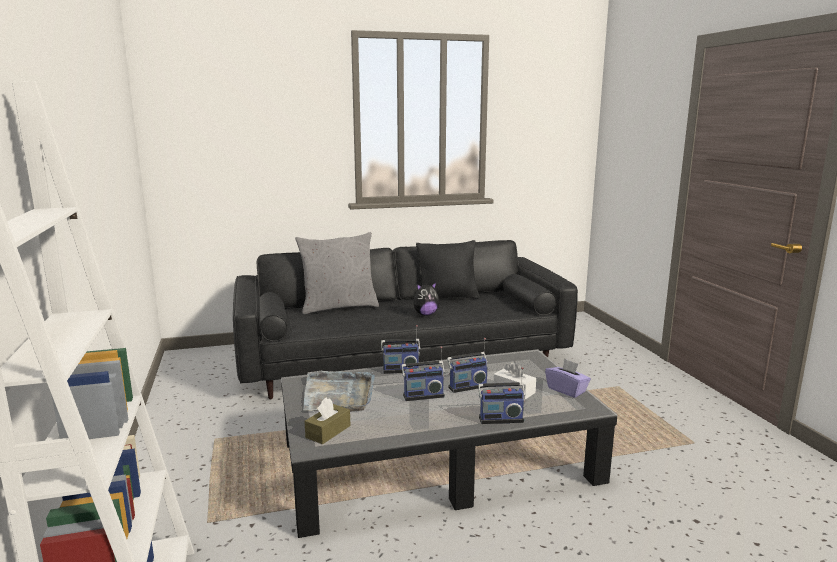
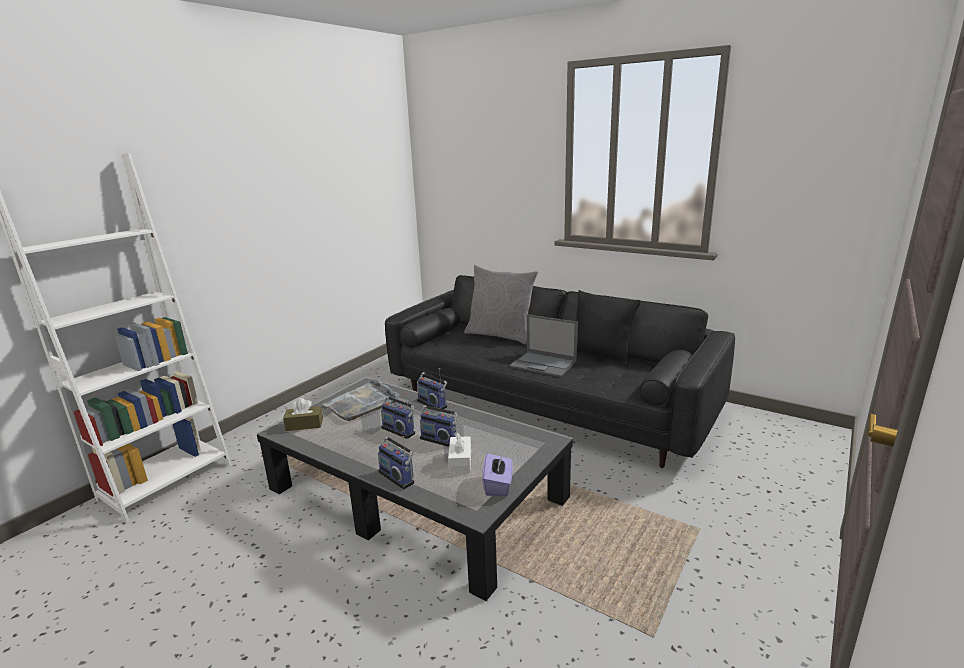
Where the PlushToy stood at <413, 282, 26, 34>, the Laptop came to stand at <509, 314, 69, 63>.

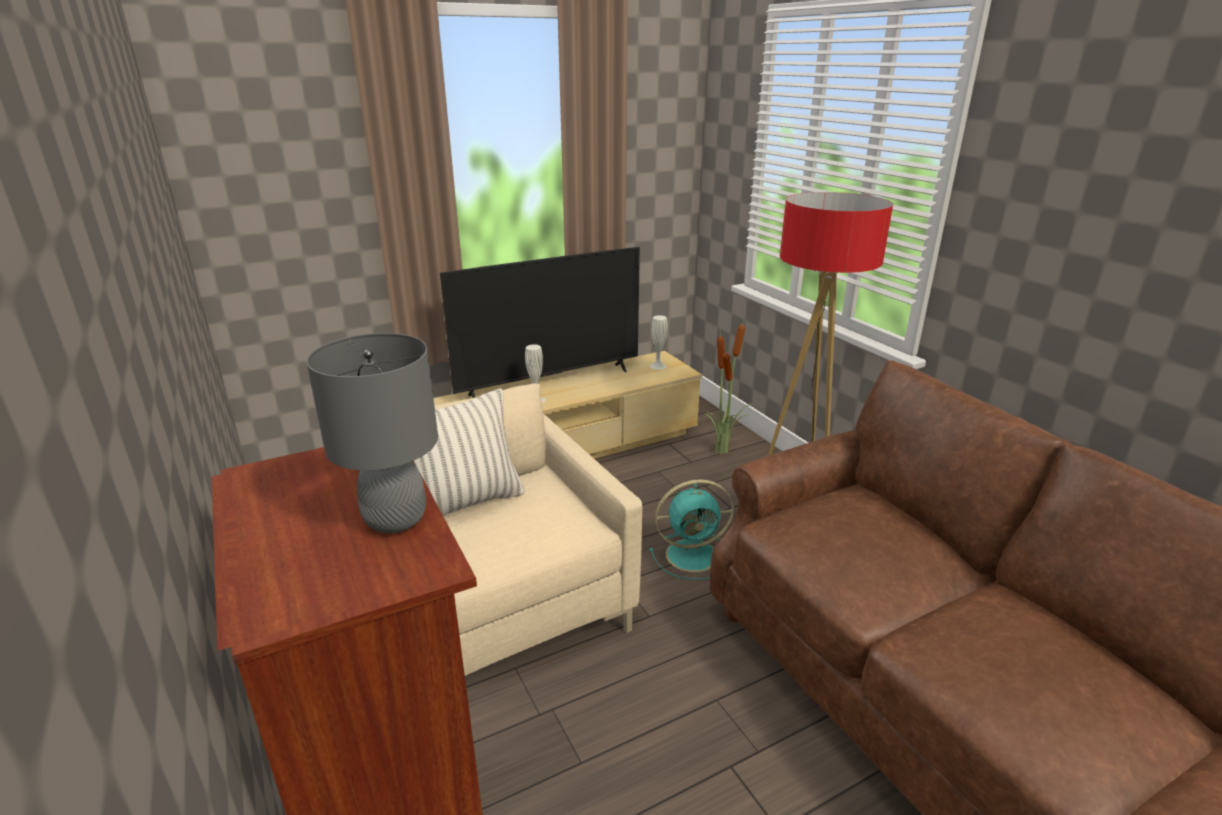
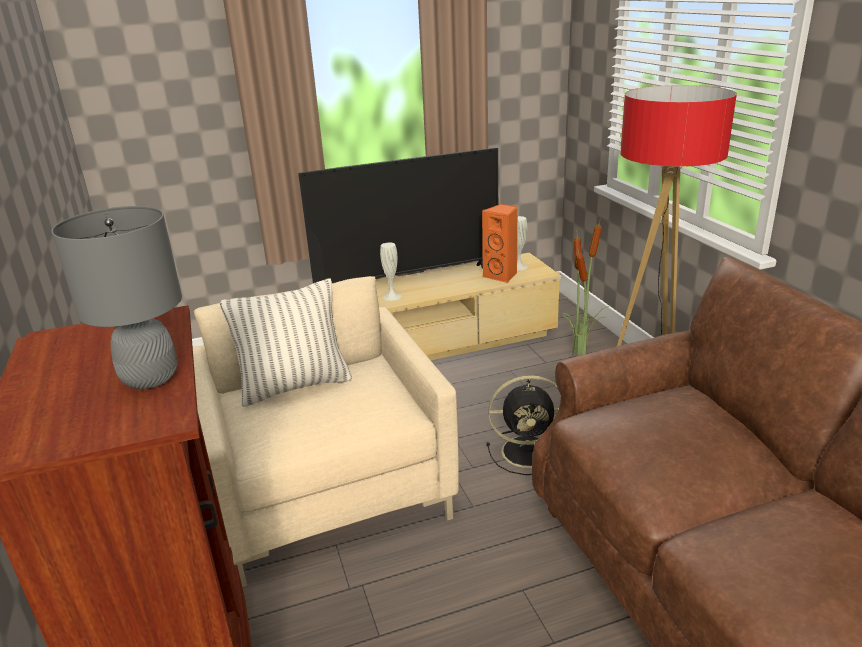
The second view gained the OrangeSpeaker at <482, 204, 36, 79>.
What was the TurquoiseFan at <650, 479, 84, 101> turned into the BlackFan at <486, 375, 73, 100>.

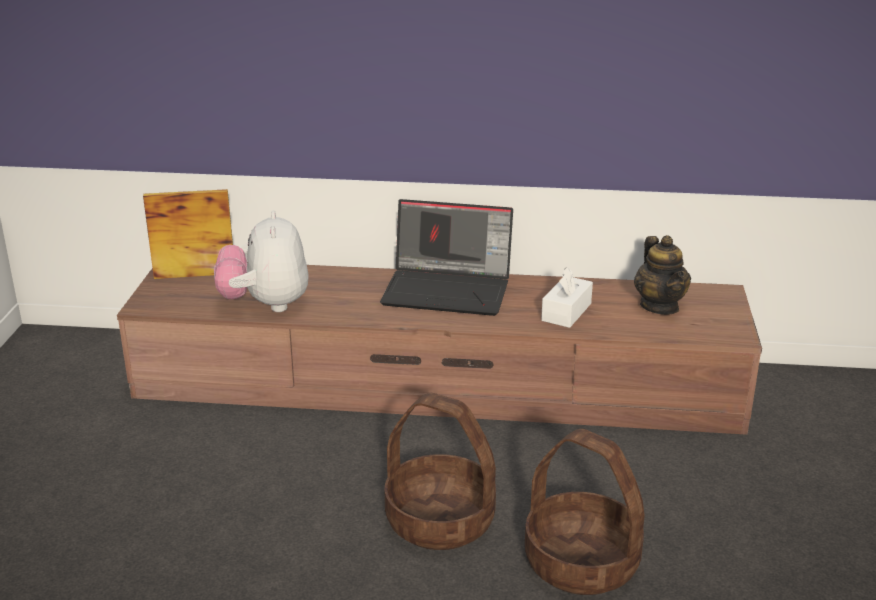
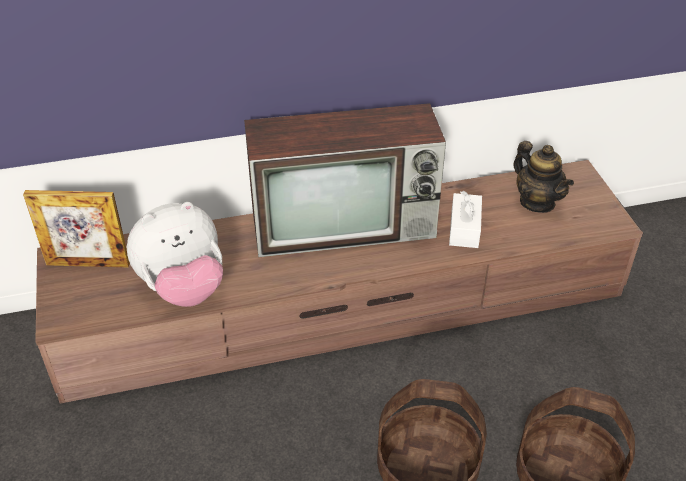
Where the Laptop stood at <380, 199, 133, 117>, the Television came to stand at <244, 103, 202, 154>.
The PictureFrame at <143, 189, 90, 90> ended up facing another way, 150 degrees counterclockwise from before.
The PlushToy at <214, 211, 95, 101> ended up facing another way, 90 degrees counterclockwise from before.

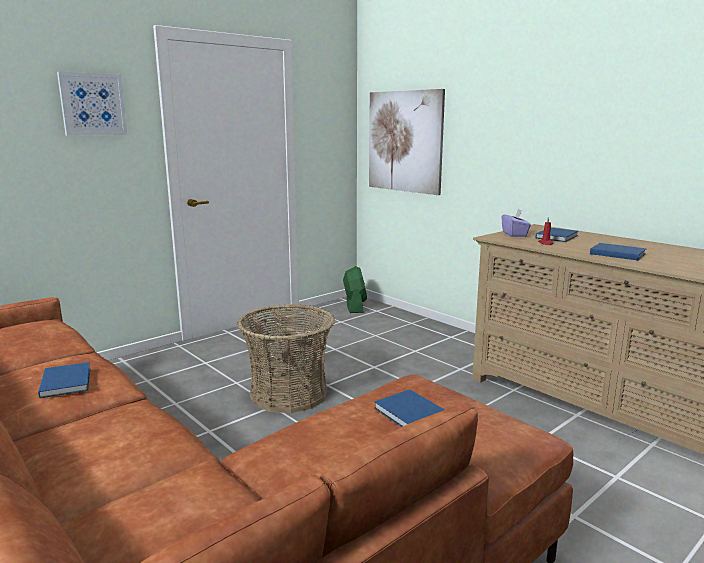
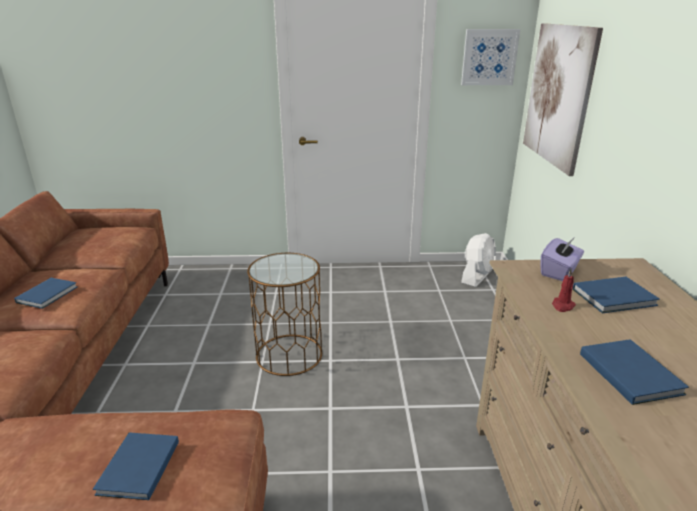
The Picture ended up elsewhere, having gone from <57, 71, 70, 65> to <461, 29, 59, 56>.
Where the Basket stood at <237, 304, 98, 109>, the BrownSideTable came to stand at <247, 253, 75, 123>.
What was the GreenFan at <343, 266, 24, 47> turned into the WhiteFan at <461, 233, 35, 54>.

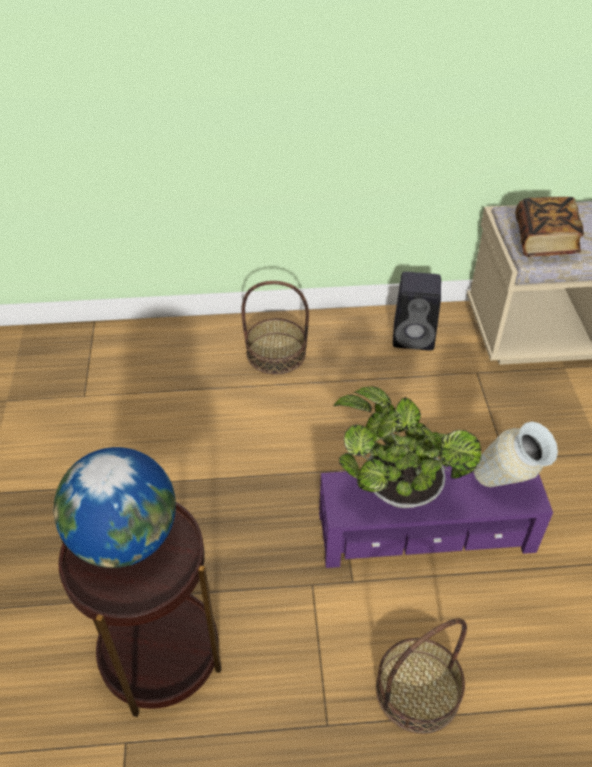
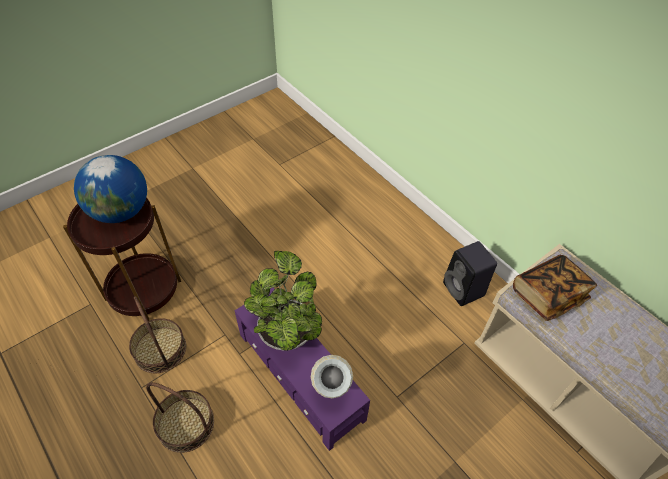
The Basket ended up elsewhere, having gone from <241, 281, 68, 94> to <129, 296, 57, 77>.

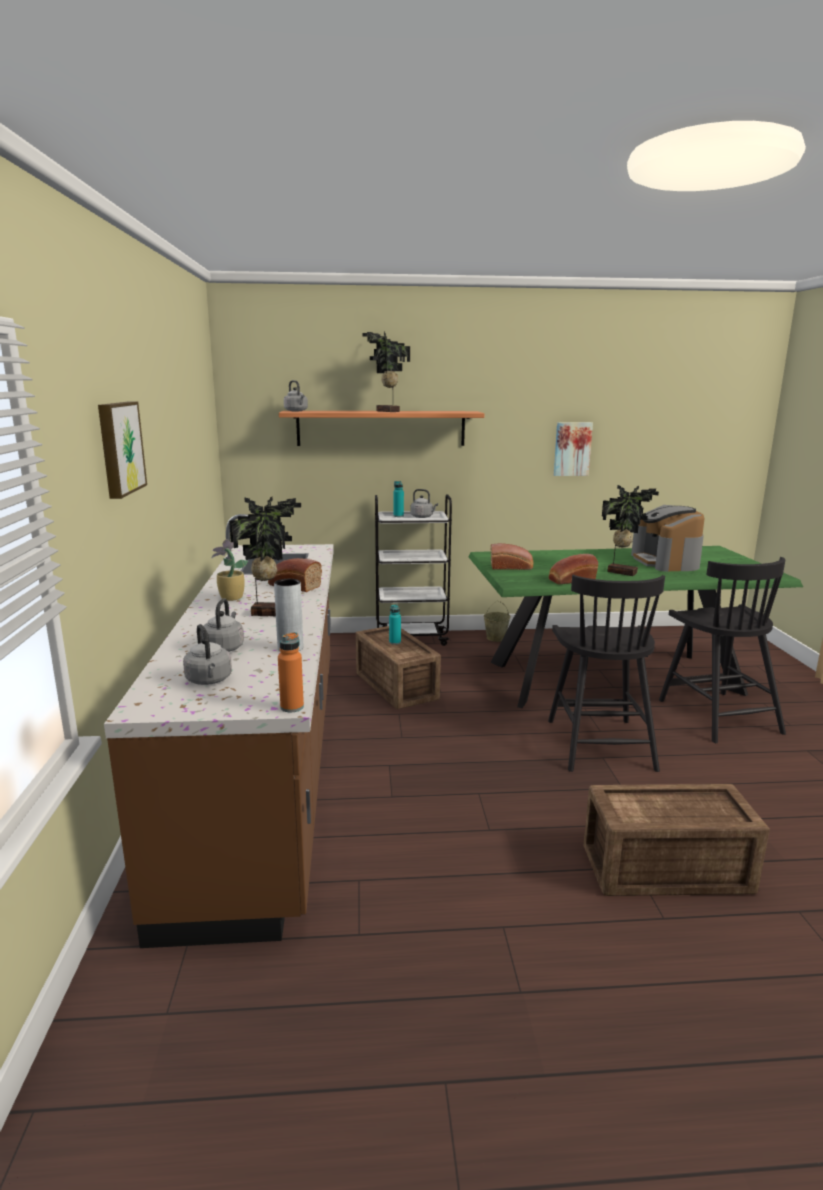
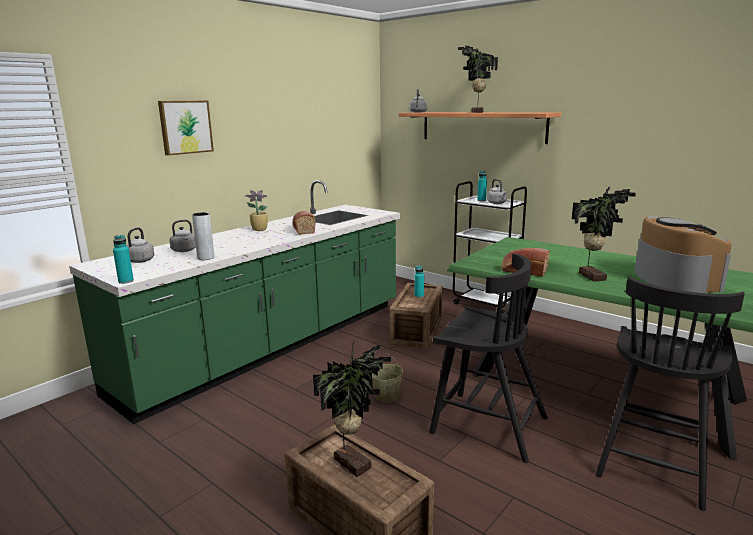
The second view lost the Bread at <491, 543, 42, 27>.
The second view lost the Picture at <554, 422, 39, 54>.
The PottedPlant ended up elsewhere, having gone from <229, 496, 72, 121> to <313, 340, 78, 137>.
The BeigeBucket ended up elsewhere, having gone from <484, 601, 27, 41> to <372, 353, 31, 50>.
What was the BrownCounter at <104, 514, 230, 434> turned into the GreenCounter at <69, 180, 331, 244>.
What was the OrangeBottle at <278, 632, 26, 80> turned into the TurquoiseBottle at <113, 235, 21, 49>.
The BlackChair at <548, 574, 117, 198> ended up facing another way, 105 degrees counterclockwise from before.
The CoffeeMachine at <631, 505, 74, 67> ended up facing another way, 135 degrees clockwise from before.

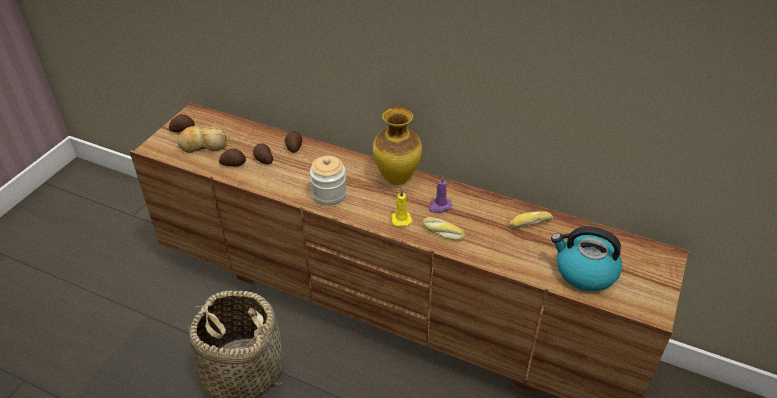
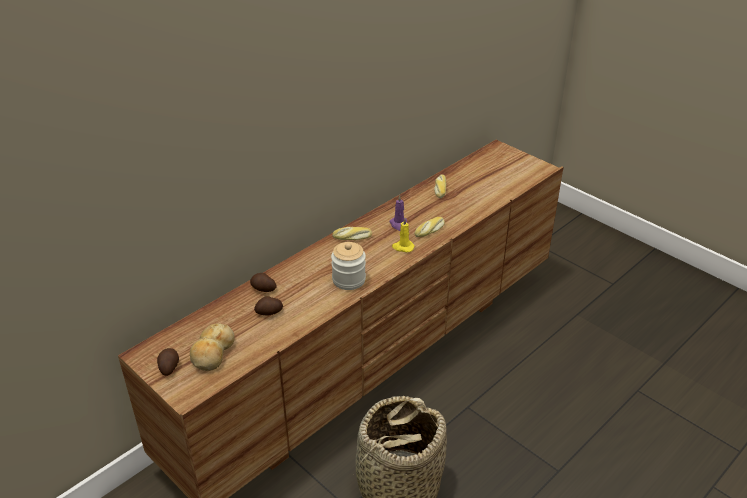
The second view lost the Potato at <219, 148, 27, 19>.
The second view lost the Kettle at <551, 226, 71, 65>.
Where the Vase stood at <373, 107, 49, 78>, the Bread came to stand at <332, 227, 40, 13>.

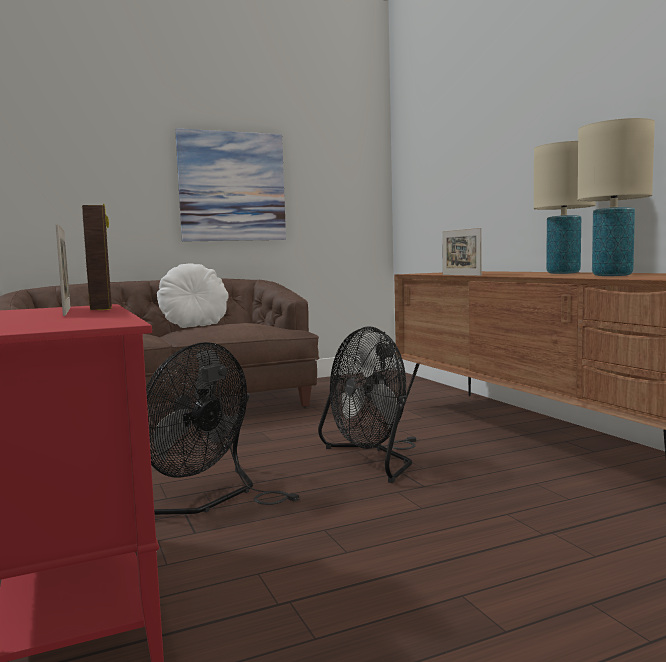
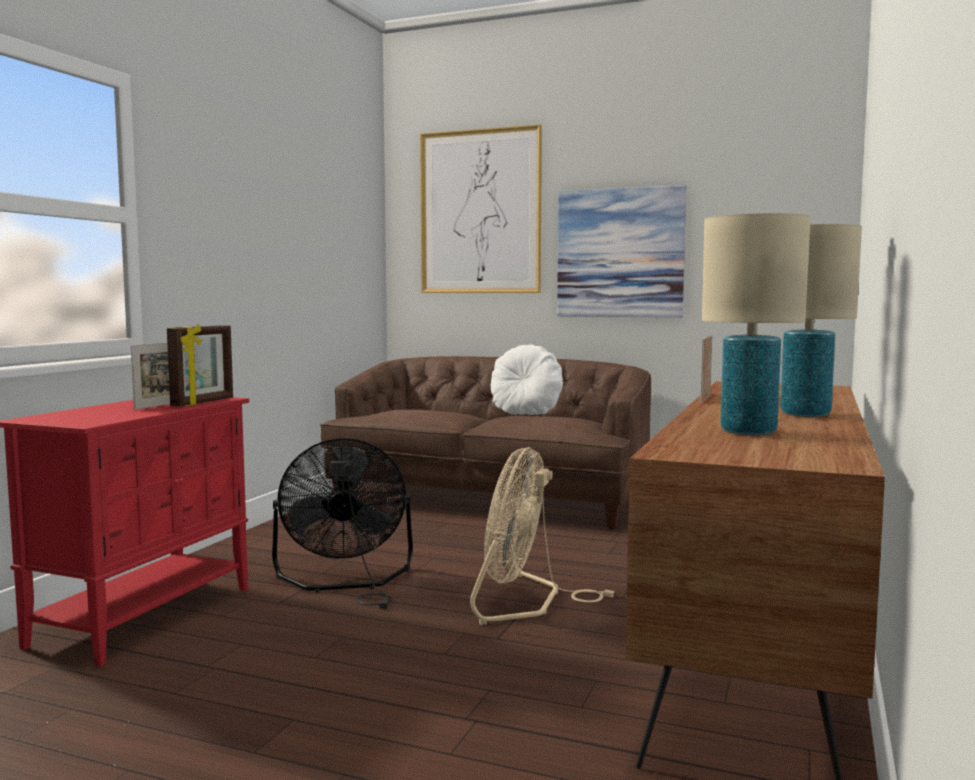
The second view gained the Picture at <420, 124, 122, 169>.
What was the BlackFan at <318, 327, 100, 156> turned into the BeigeFan at <470, 447, 147, 178>.

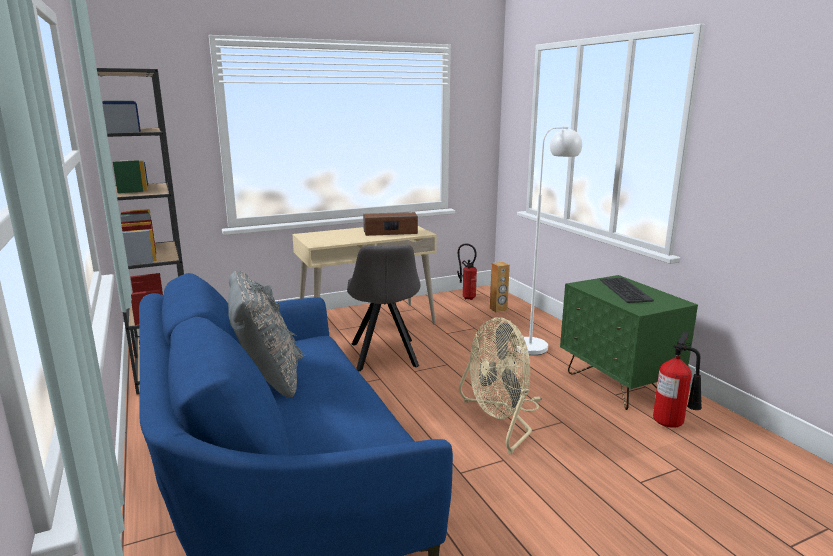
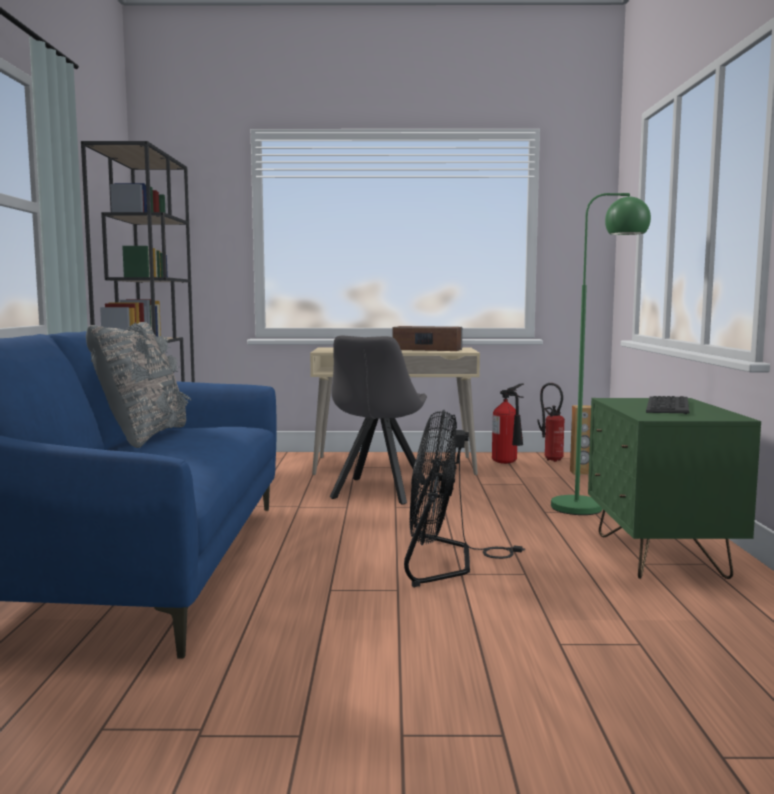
The FireExtinguisher ended up elsewhere, having gone from <653, 332, 49, 96> to <492, 383, 32, 81>.
What was the BeigeFan at <459, 317, 83, 137> turned into the BlackFan at <404, 410, 121, 177>.
What was the WhiteFloorLamp at <516, 126, 66, 229> turned into the GreenFloorLamp at <551, 193, 100, 322>.

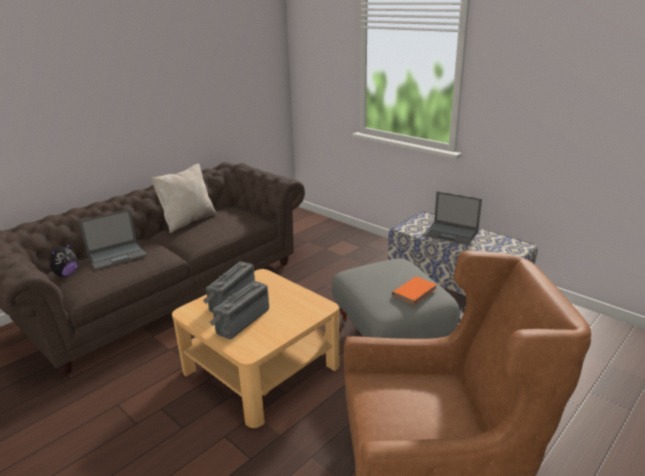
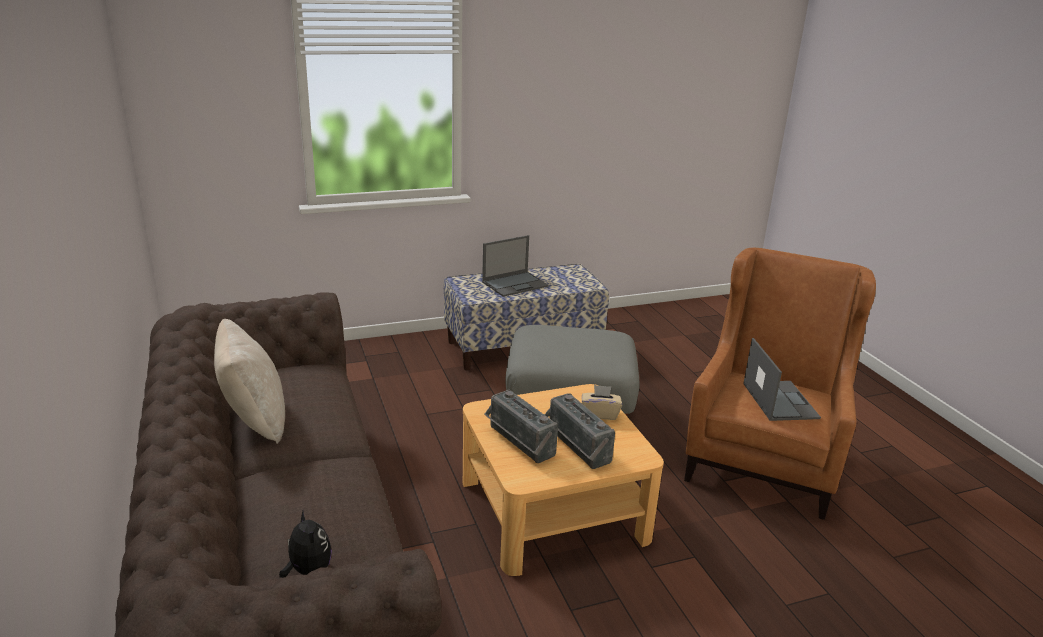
The second view lost the OrangeBook at <392, 276, 45, 29>.
The second view gained the BeigeTissueBox at <582, 385, 40, 35>.
The Laptop ended up elsewhere, having gone from <79, 209, 68, 61> to <743, 338, 78, 83>.

